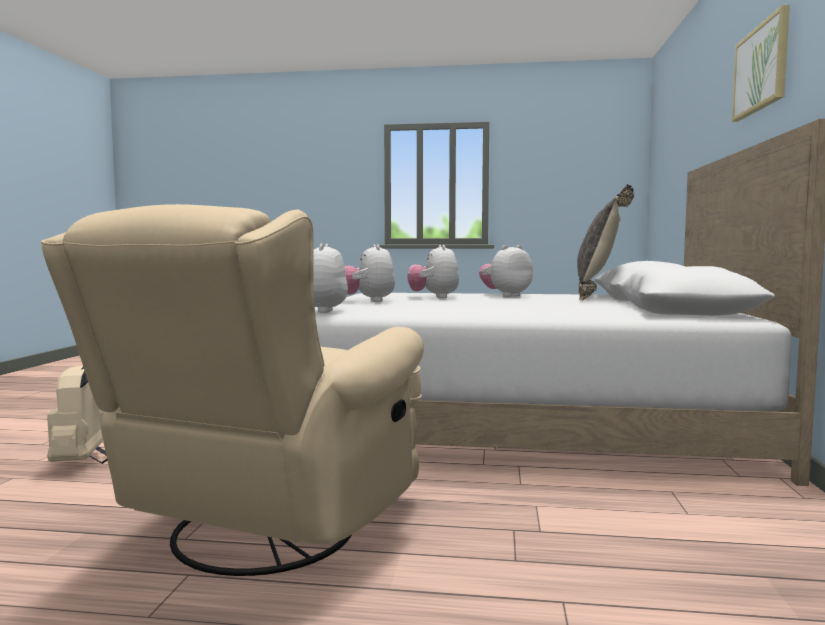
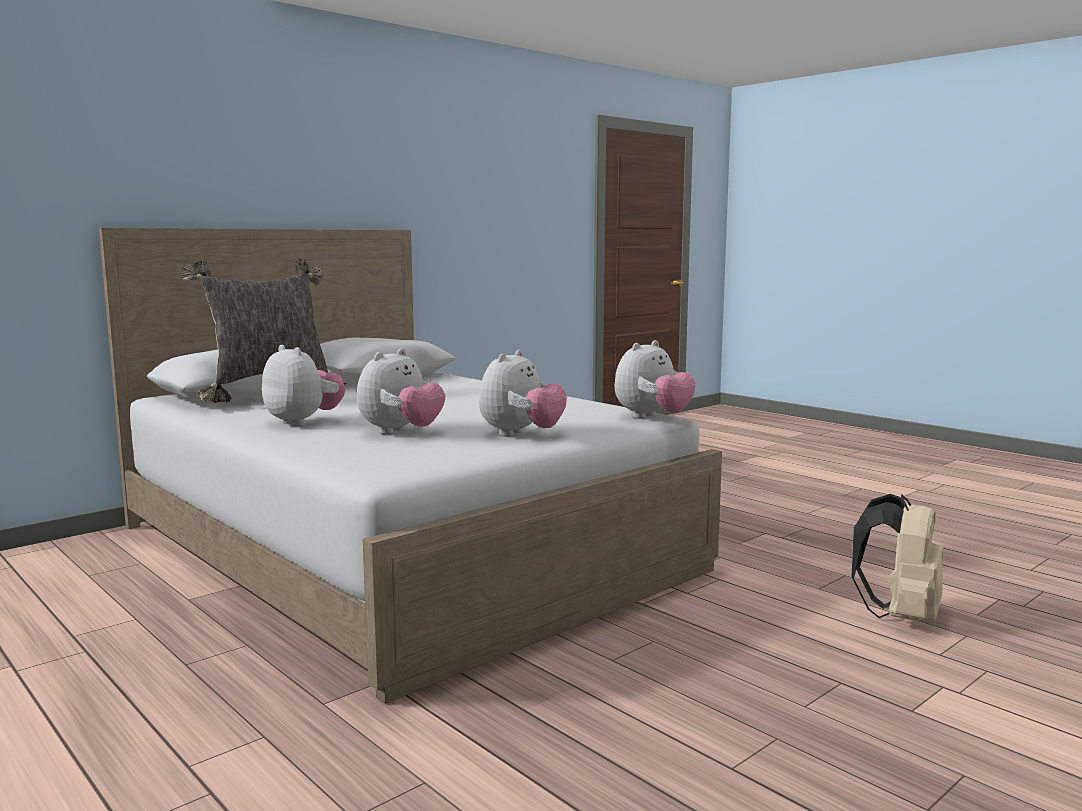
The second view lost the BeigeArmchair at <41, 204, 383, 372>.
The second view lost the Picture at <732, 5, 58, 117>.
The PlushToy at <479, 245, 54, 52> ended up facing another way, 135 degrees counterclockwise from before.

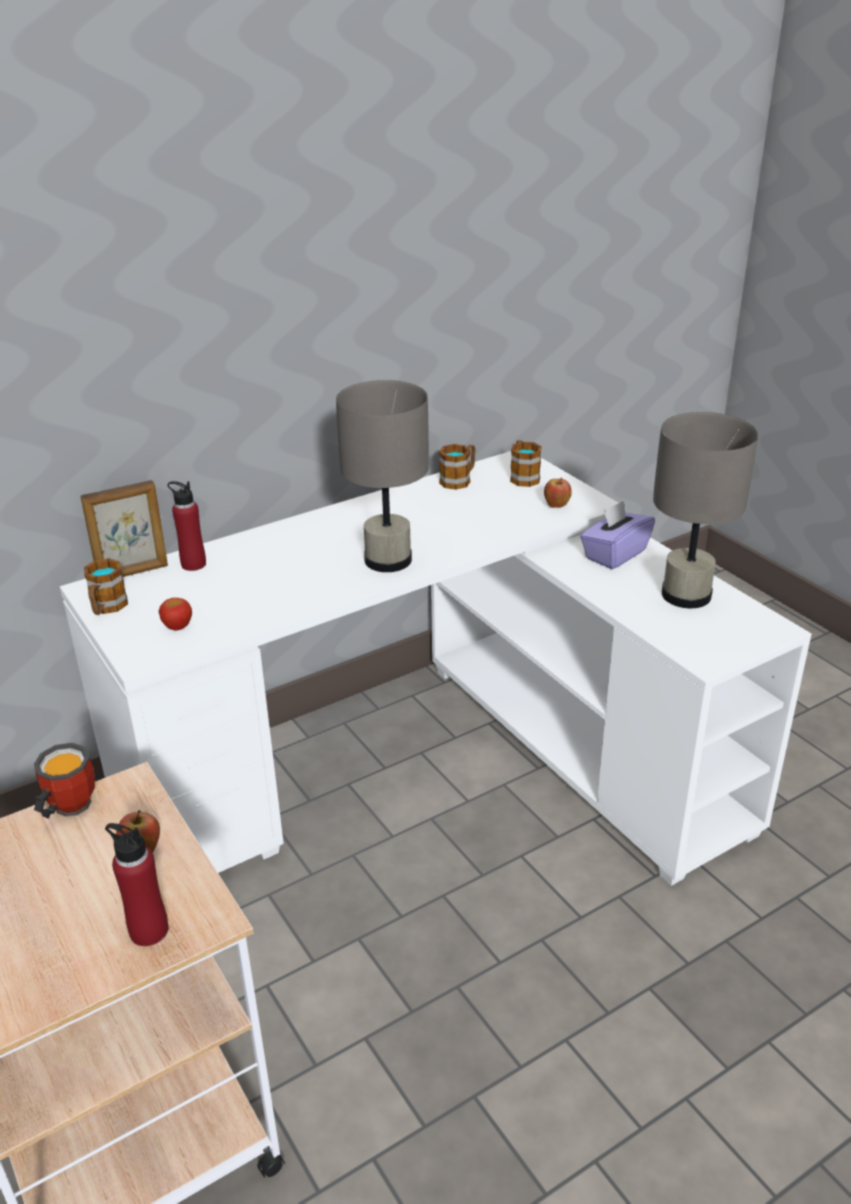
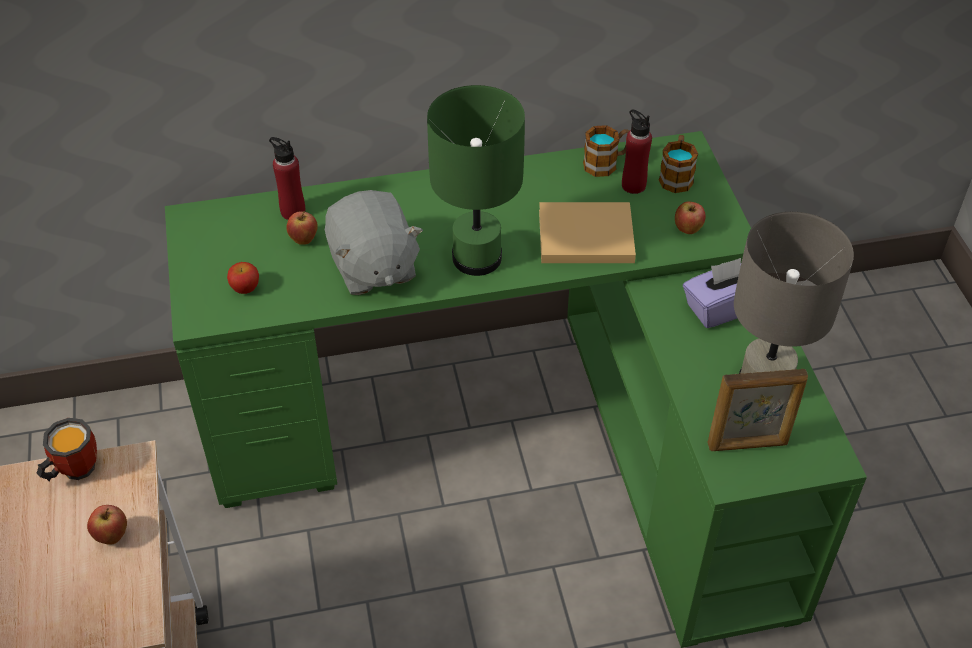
The second view lost the Mug at <84, 558, 44, 57>.
The second view gained the Apple at <286, 211, 32, 34>.
The second view gained the GreyPlushToy at <325, 190, 98, 105>.
The second view gained the BeigeBook at <539, 202, 97, 61>.
The PictureFrame ended up elsewhere, having gone from <81, 480, 87, 97> to <708, 369, 100, 82>.
The RedBottle ended up elsewhere, having gone from <105, 823, 63, 123> to <622, 110, 30, 84>.
What was the WhiteDesk at <60, 451, 752, 435> turned into the GreenDesk at <165, 131, 702, 517>.
What was the GreyTableLamp at <336, 380, 93, 192> turned into the GreenTableLamp at <427, 85, 98, 191>.

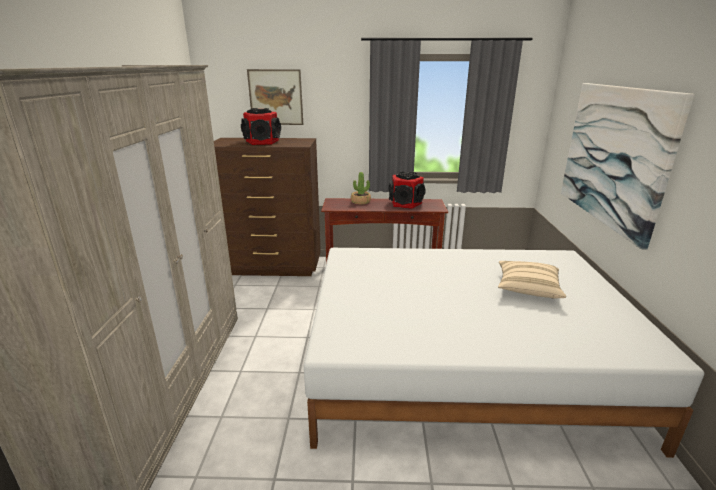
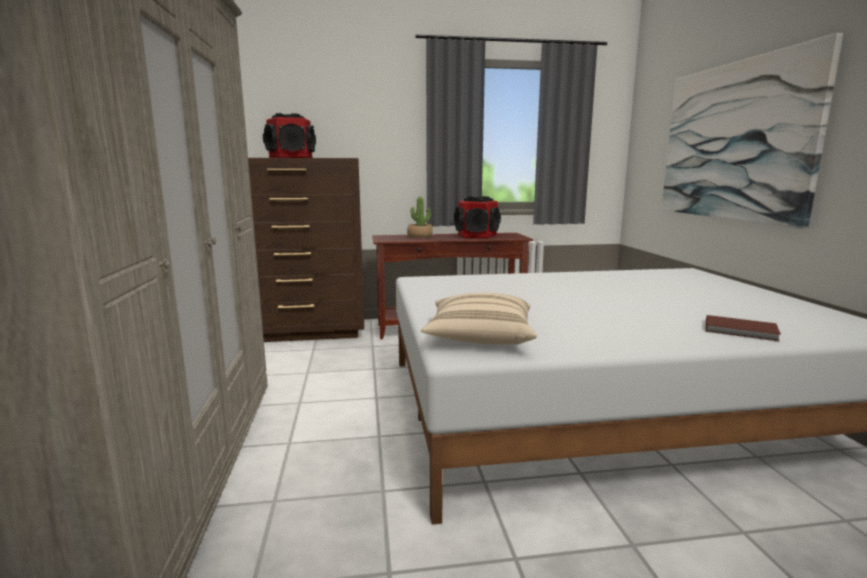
The second view lost the Picture at <247, 69, 56, 56>.
The second view gained the BrownBook at <705, 315, 76, 27>.
The BeigePillow ended up elsewhere, having gone from <498, 261, 68, 38> to <421, 293, 116, 52>.

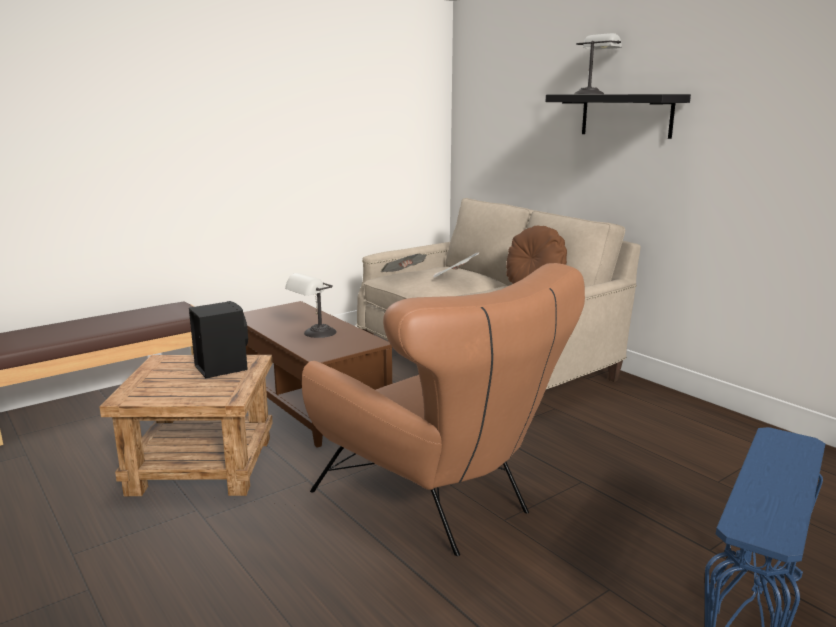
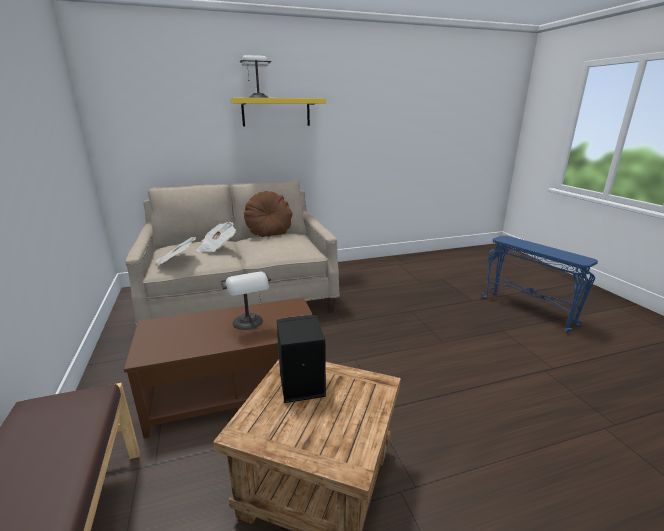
The second view lost the BrownArmchair at <302, 263, 283, 293>.
What was the BlackShelf at <546, 94, 145, 45> turned into the YellowShelf at <230, 98, 96, 29>.

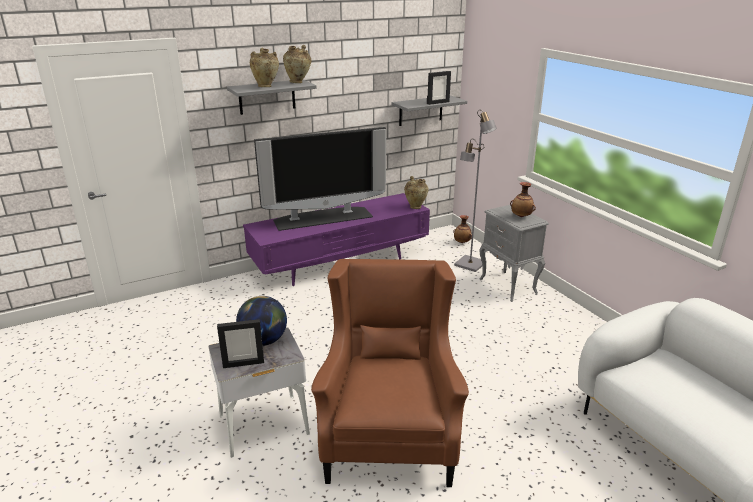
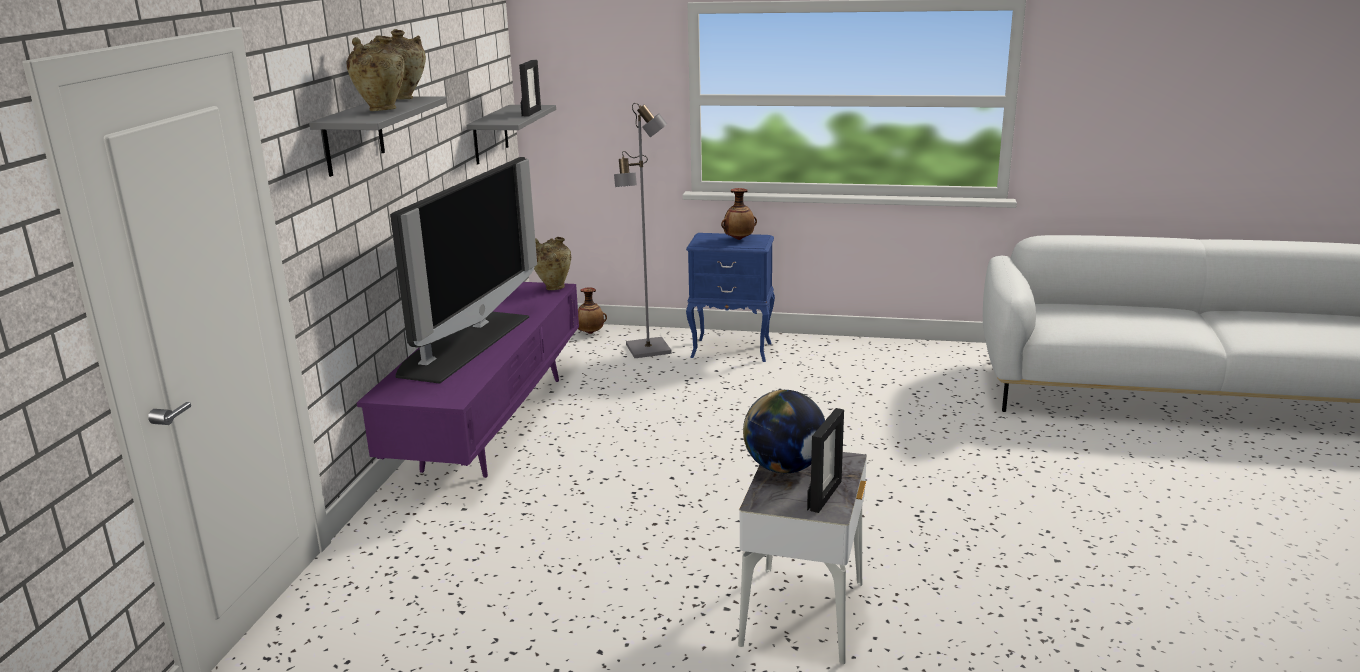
The second view lost the BrownArmchair at <311, 259, 158, 228>.
What was the GreyNightstand at <479, 204, 70, 98> turned into the BlueNightstand at <686, 233, 89, 129>.

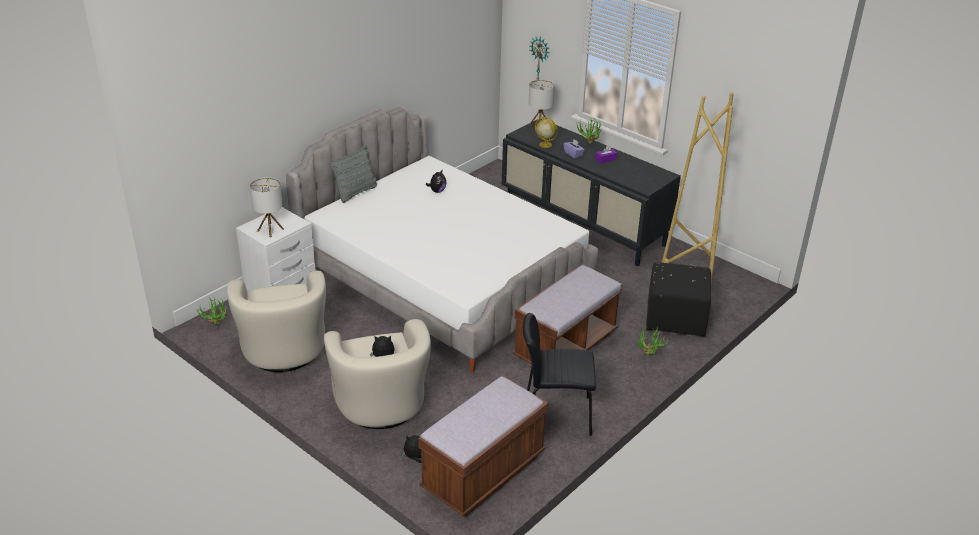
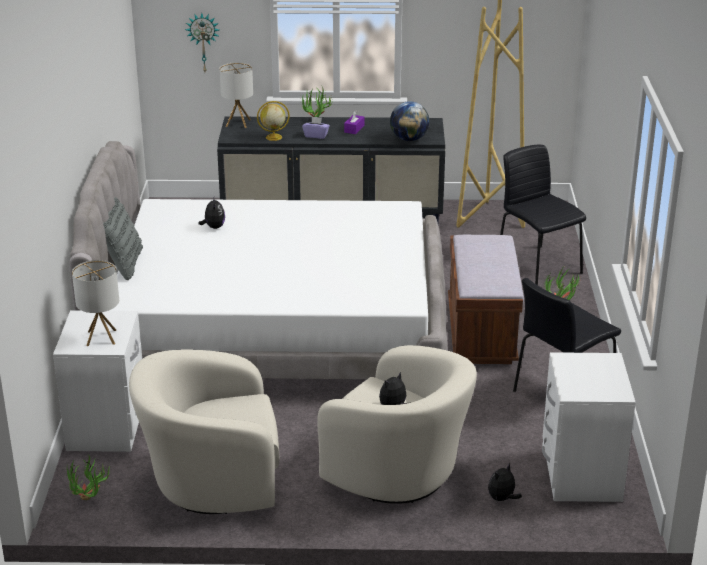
The second view gained the Globe at <390, 101, 39, 40>.
Where the BrownBench stood at <418, 376, 130, 140>, the WhiteNightstand came to stand at <542, 352, 94, 150>.
Where the BlackOttoman stood at <646, 262, 65, 74>, the BlackChair came to stand at <500, 145, 86, 140>.
The BeigeArmchair at <227, 270, 99, 102> ended up facing another way, 135 degrees clockwise from before.

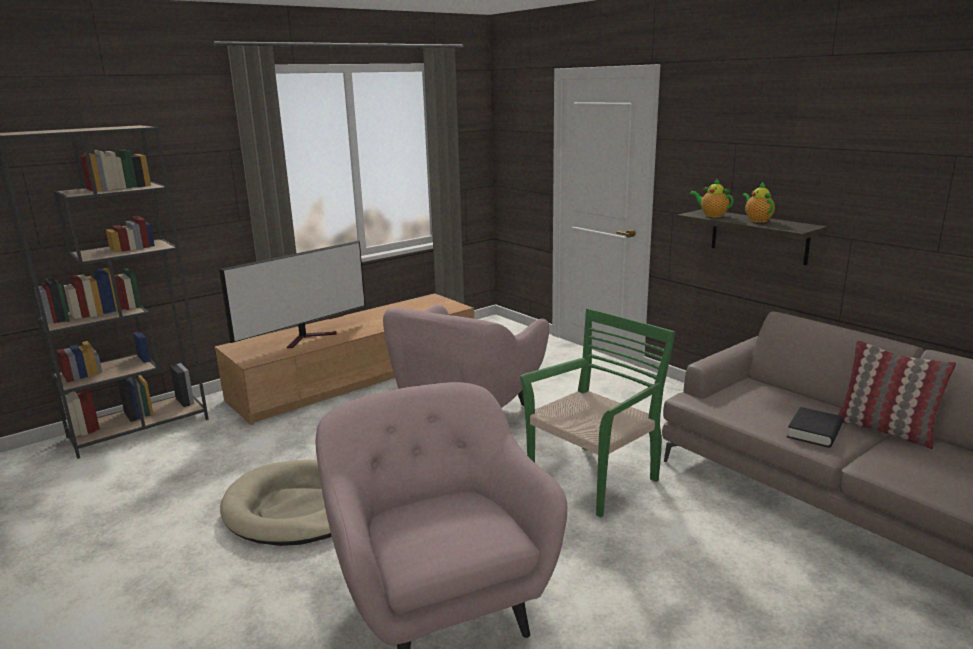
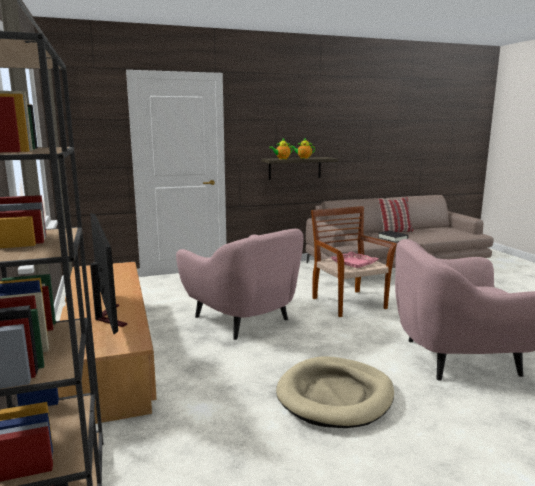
The second view gained the PinkTray at <330, 252, 48, 16>.
What was the GreenArmchair at <520, 308, 155, 209> turned into the BrownArmchair at <311, 206, 86, 111>.

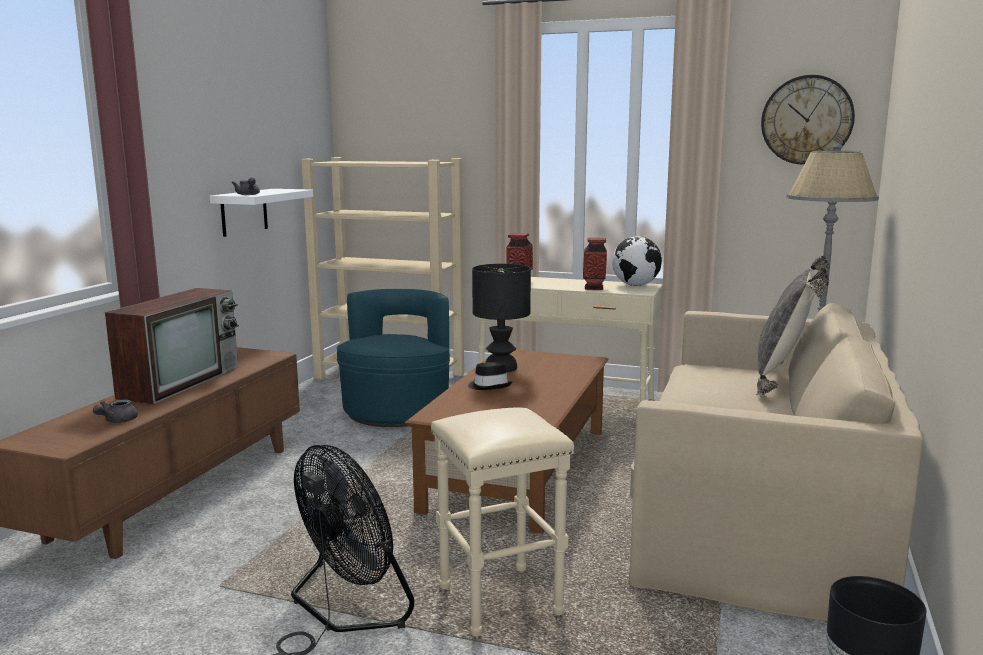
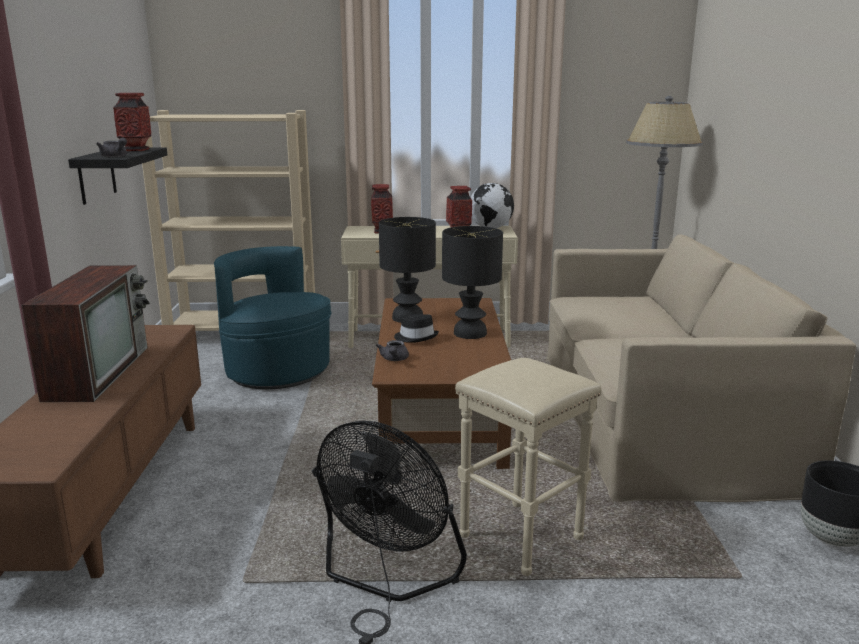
The second view lost the Pillow at <757, 256, 73, 140>.
The second view lost the WallClock at <761, 75, 94, 90>.
The second view gained the Vase at <113, 93, 38, 58>.
The second view gained the BlackTableLamp at <442, 226, 61, 113>.
The GreyTeapot ended up elsewhere, having gone from <93, 399, 45, 24> to <376, 340, 33, 21>.
What was the WhiteShelf at <210, 189, 103, 48> turned into the BlackShelf at <68, 148, 99, 57>.
The TurquoiseArmchair at <337, 289, 113, 138> ended up facing another way, 45 degrees counterclockwise from before.

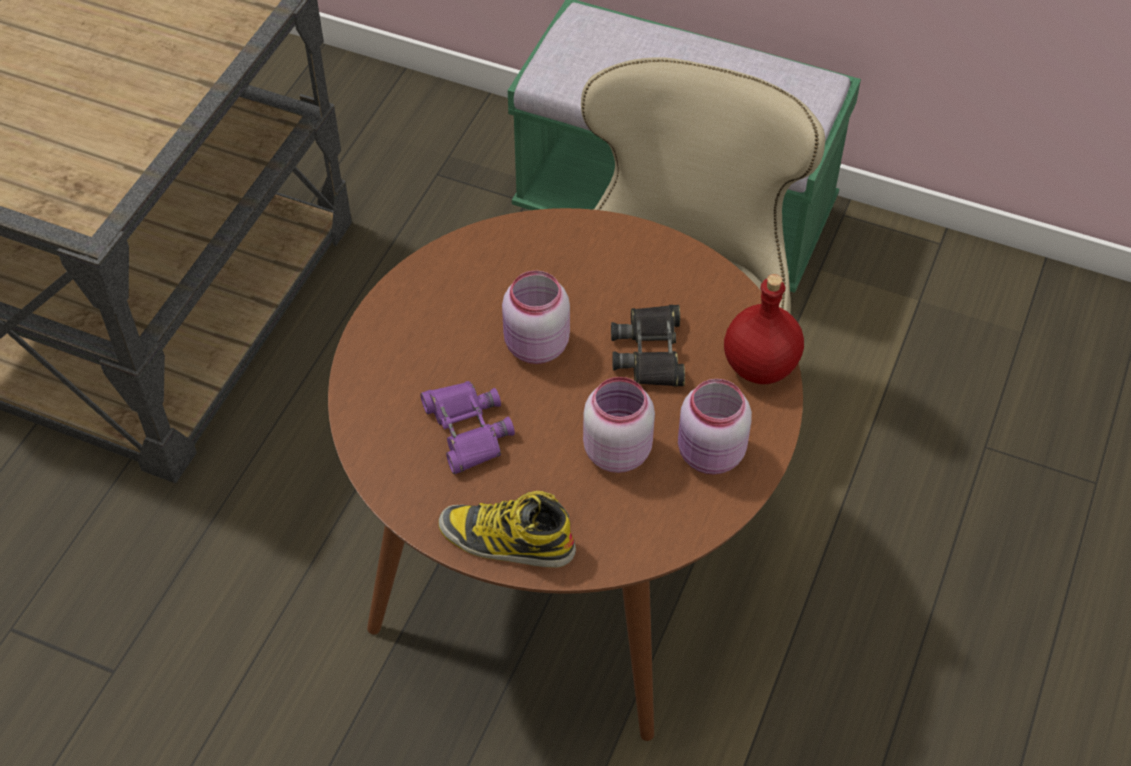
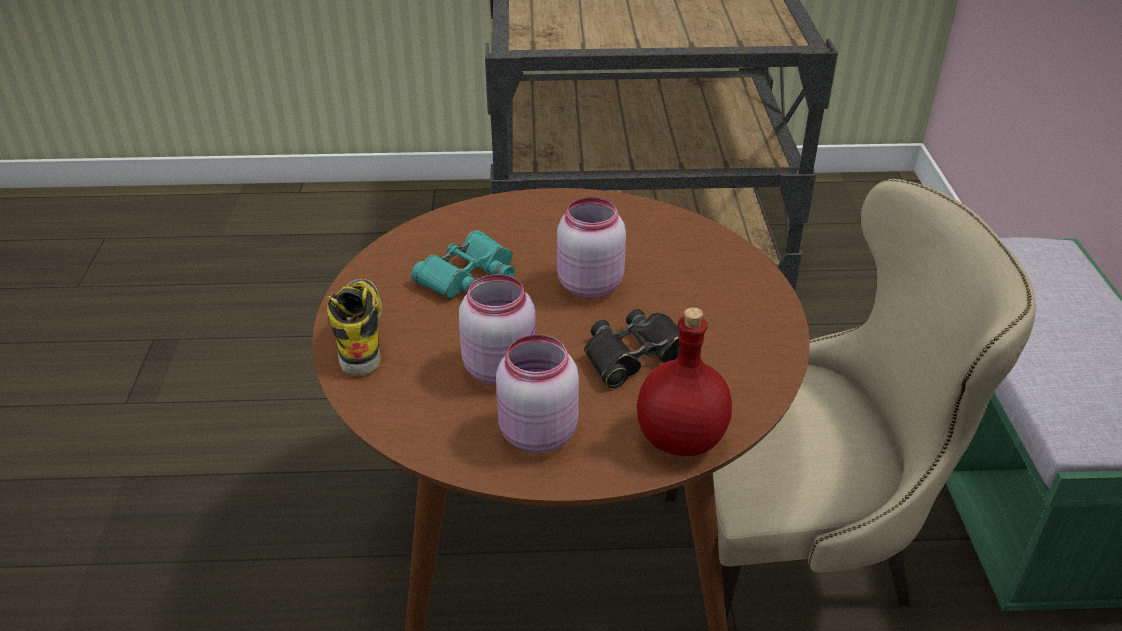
What was the PurpleBinoculars at <420, 381, 95, 93> turned into the TurquoiseBinoculars at <411, 230, 104, 69>.

